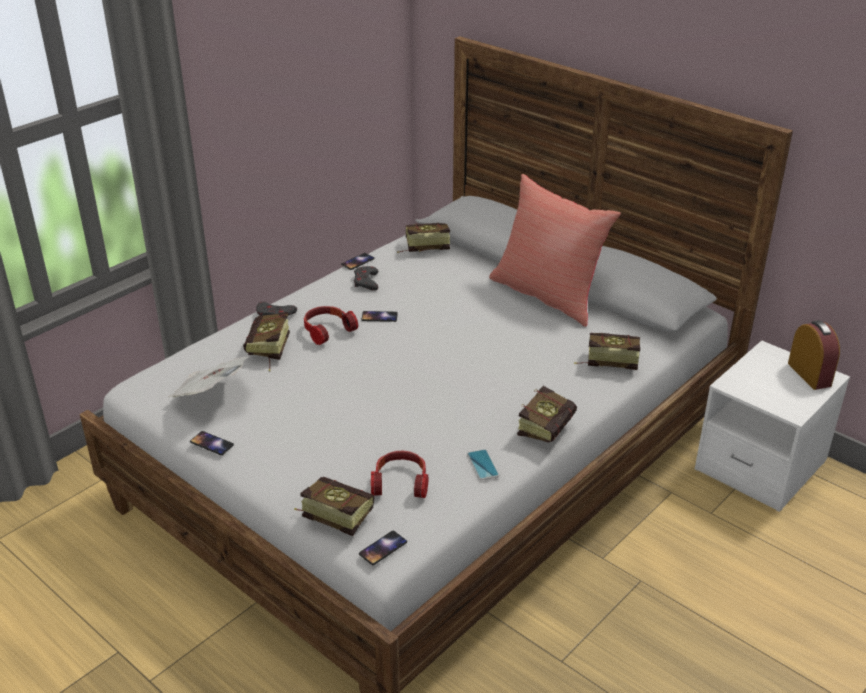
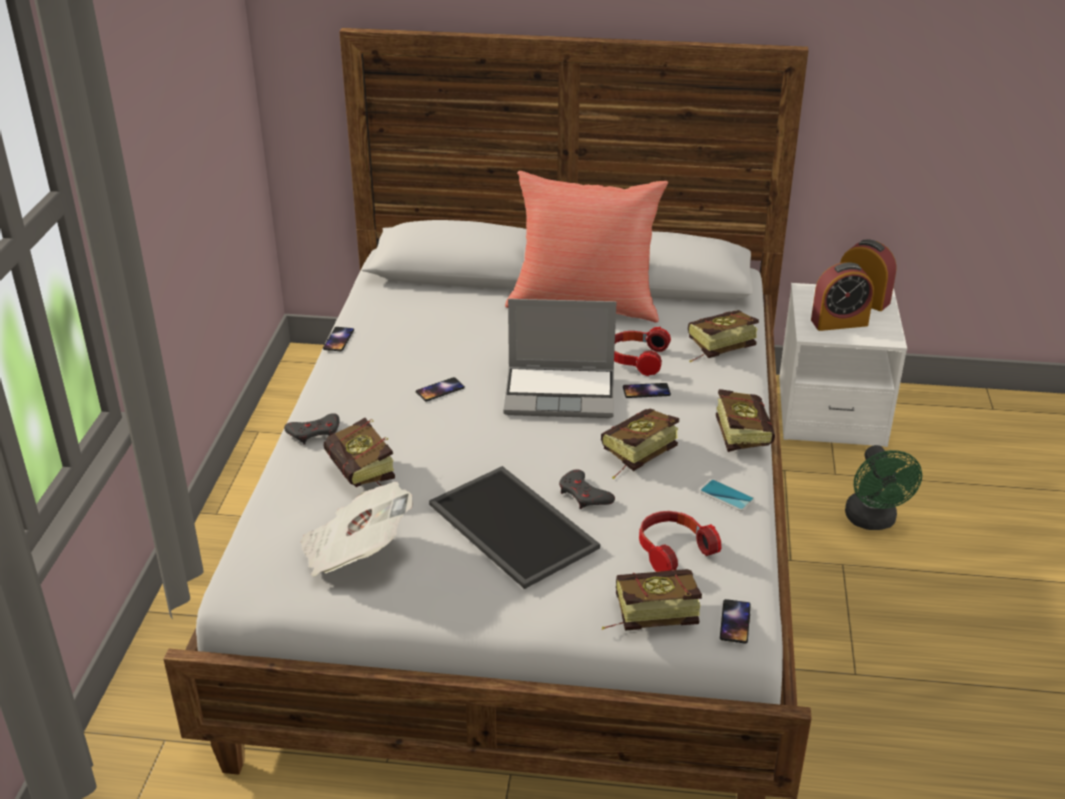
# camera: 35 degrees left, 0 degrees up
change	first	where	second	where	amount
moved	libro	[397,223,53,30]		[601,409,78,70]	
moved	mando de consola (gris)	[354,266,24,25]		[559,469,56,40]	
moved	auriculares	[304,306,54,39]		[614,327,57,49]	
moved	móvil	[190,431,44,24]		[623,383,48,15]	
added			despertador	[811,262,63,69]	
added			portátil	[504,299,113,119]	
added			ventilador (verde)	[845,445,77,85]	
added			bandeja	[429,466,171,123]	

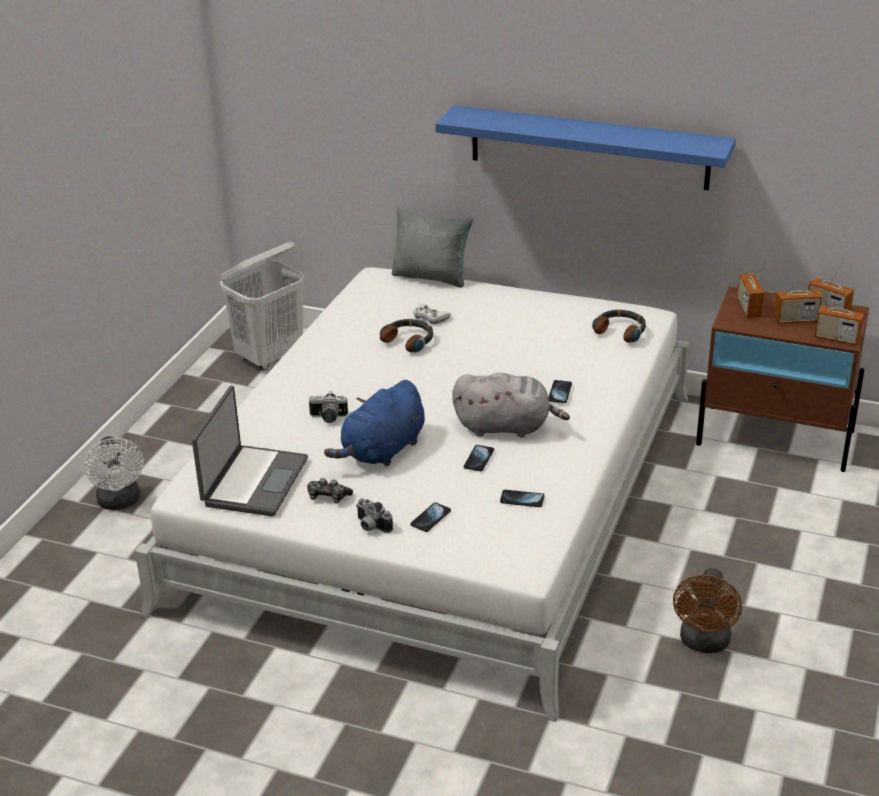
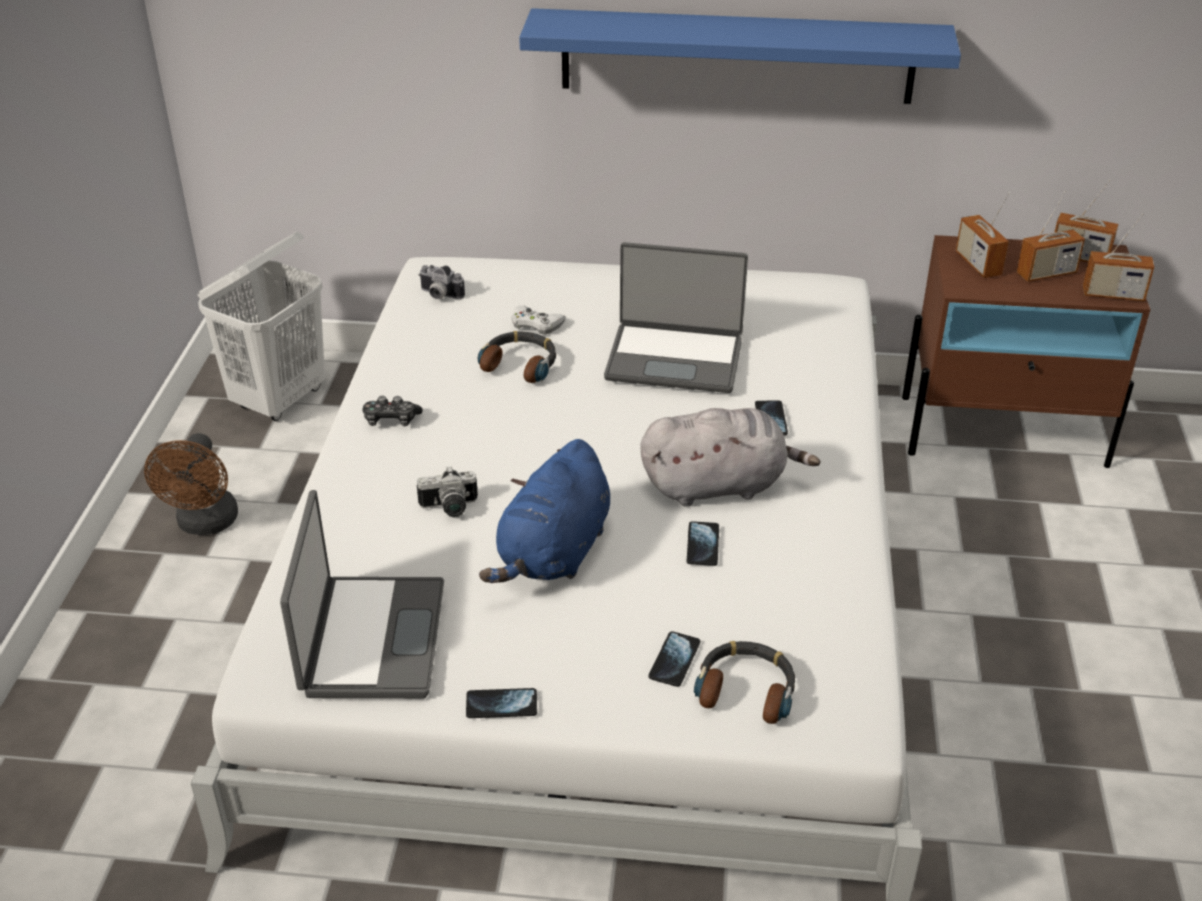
# camera: 15 degrees left, 5 degrees up
change	first	where	second	where	amount
removed	cojín (gris)	[392,208,81,80]			
moved	auriculares	[592,309,54,34]		[694,641,101,83]	
removed	ventilador (blanco)	[84,436,60,74]			
moved	mando de consola	[307,478,46,25]		[362,396,61,30]	
moved	móvil	[500,490,45,17]		[466,688,71,30]	
moved	cámara	[356,498,37,35]		[418,265,47,34]	
moved	ventilador (marrón)	[673,568,69,85]		[144,433,94,102]	
added			portátil	[604,242,144,151]	

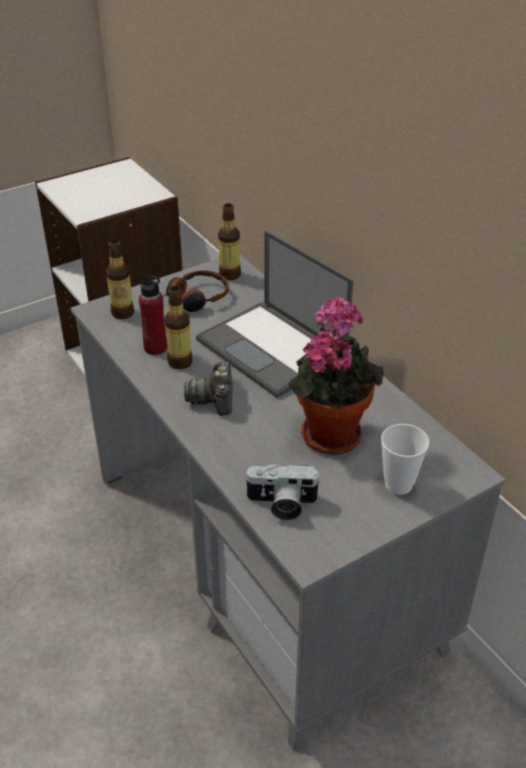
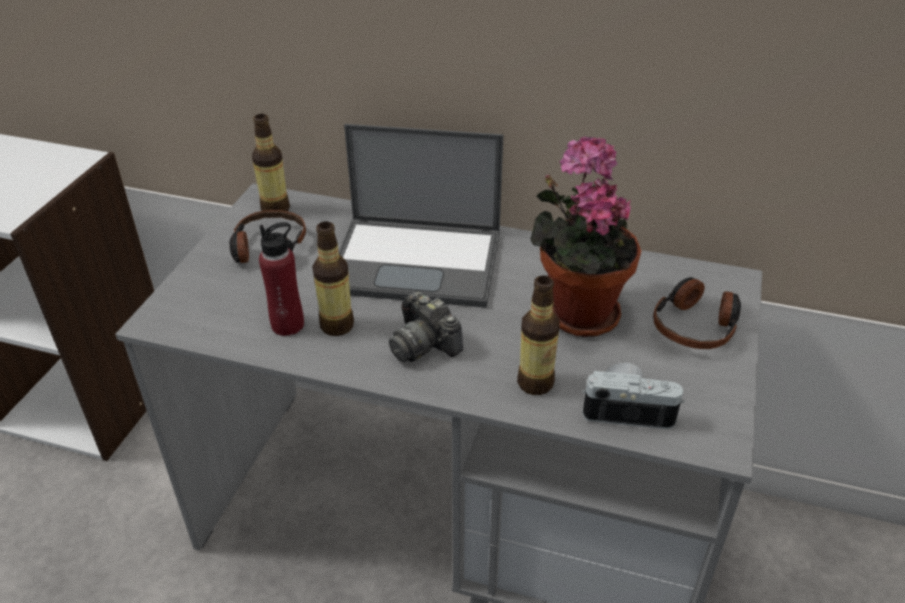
# camera: 40 degrees left, 0 degrees up
change	first	where	second	where	amount
moved	botella	[106,239,28,80]		[517,276,43,119]	
replaced	taza	[381,424,48,71]	auriculares	[653,277,88,72]	
turned	cámara	[244,464,77,56]		[582,363,103,66]	135 degrees counterclockwise

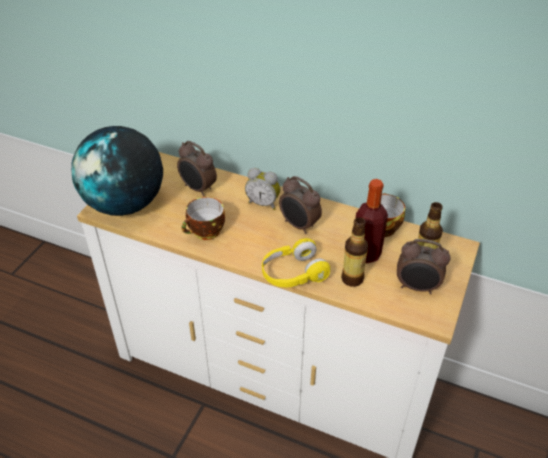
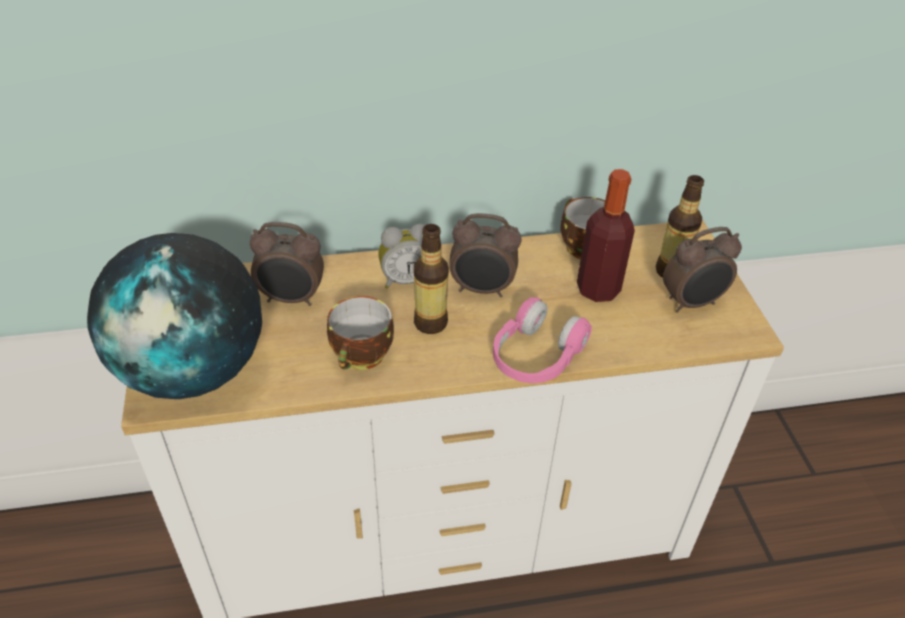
# camera: 35 degrees left, 0 degrees up
change	first	where	second	where	amount
moved	botella	[341,217,27,70]		[414,224,35,110]	
recoloured	auriculares (amarillo)	[262,238,68,50]	auriculares (rosa)	[493,297,99,86]	

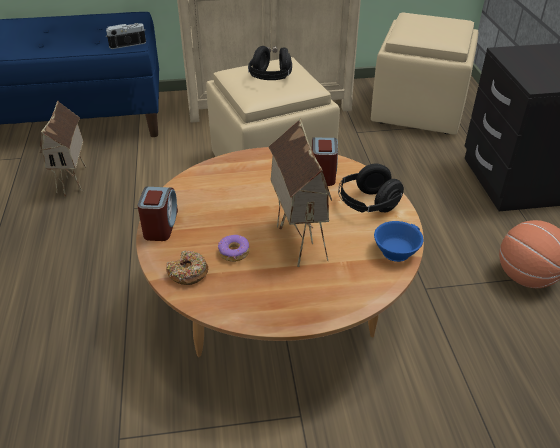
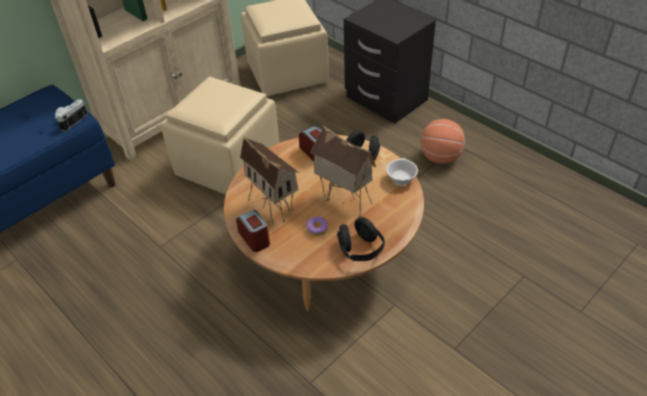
# camera: 35 degrees left, 5 degrees up
change	first	where	second	where	amount
moved	auriculares (negro)	[248,46,44,34]		[337,217,48,44]	
moved	casita	[40,100,47,97]		[240,136,60,88]	
recoloured	taza (azul)	[374,221,49,41]	taza (blanco)	[386,158,32,28]	
removed	rosquilla	[166,250,42,35]			

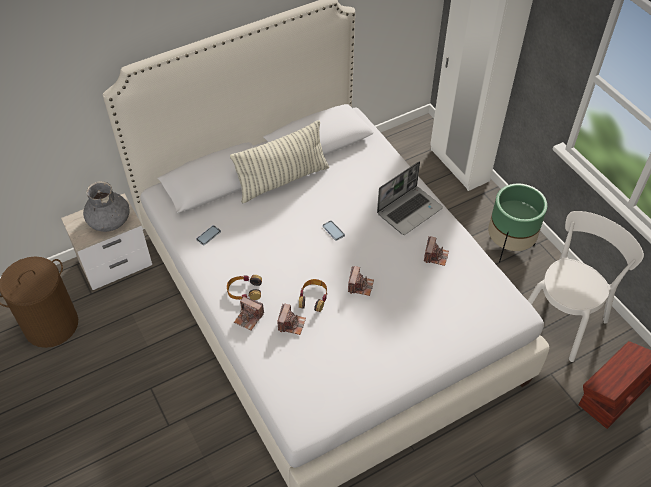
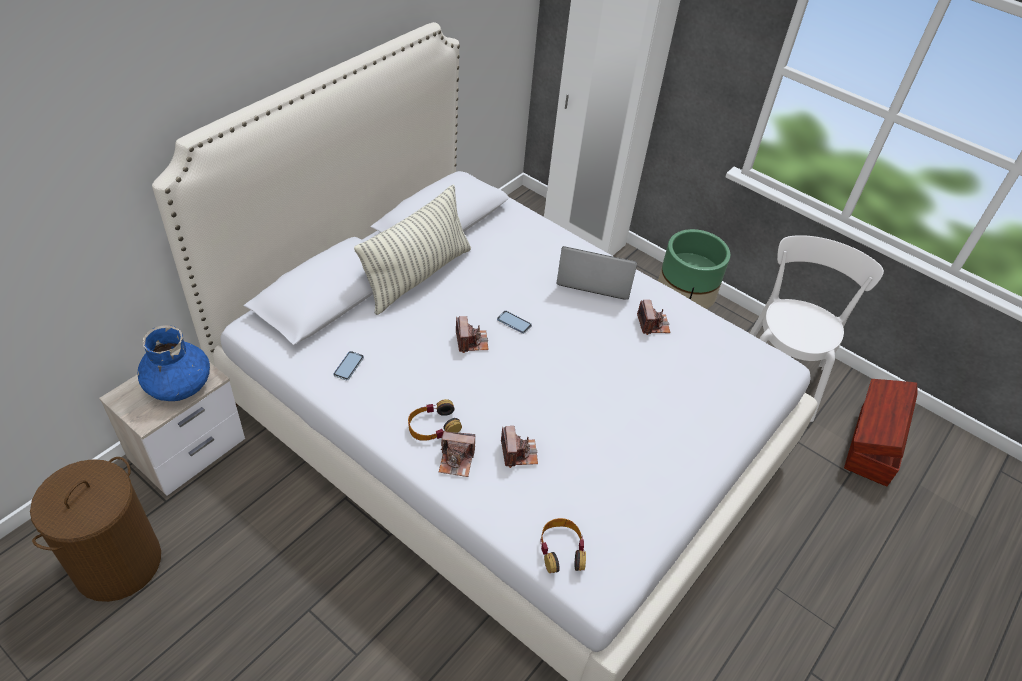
# camera: 25 degrees left, 5 degrees down
change	first	where	second	where	amount
turned	portátil	[377,161,66,74]		[556,246,81,54]	105 degrees counterclockwise
recoloured	florero (gris)	[83,181,47,51]	florero (azul)	[137,325,73,76]	
moved	cámara	[348,266,26,30]		[456,316,33,37]	
moved	auriculares	[299,279,29,33]		[540,518,46,55]	

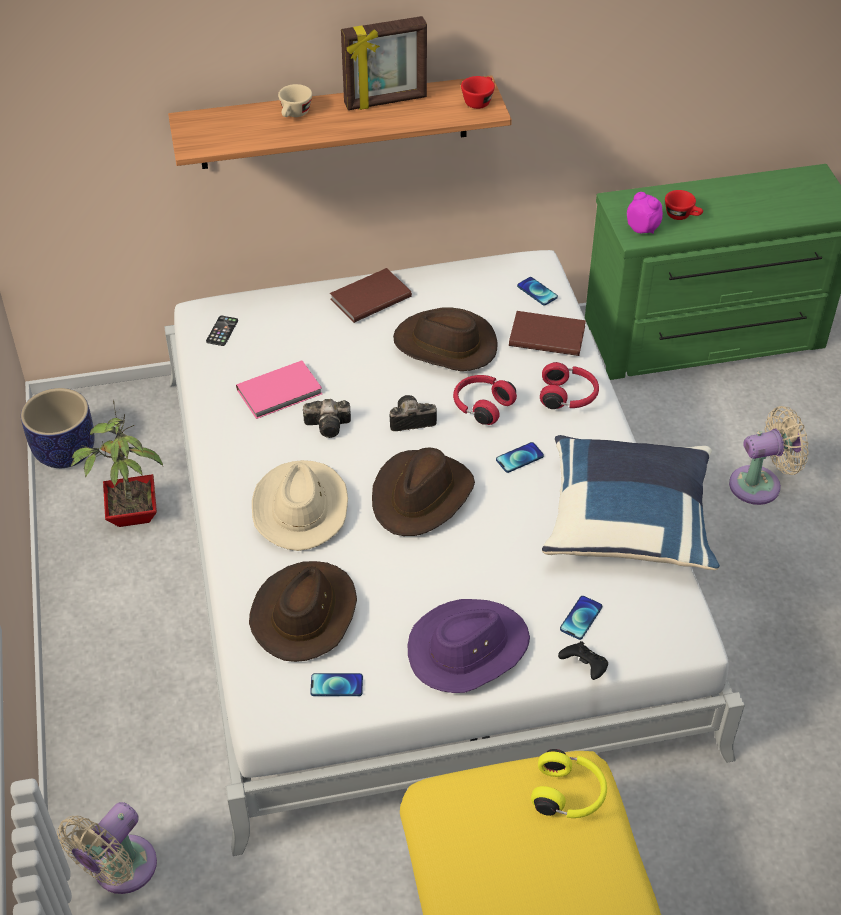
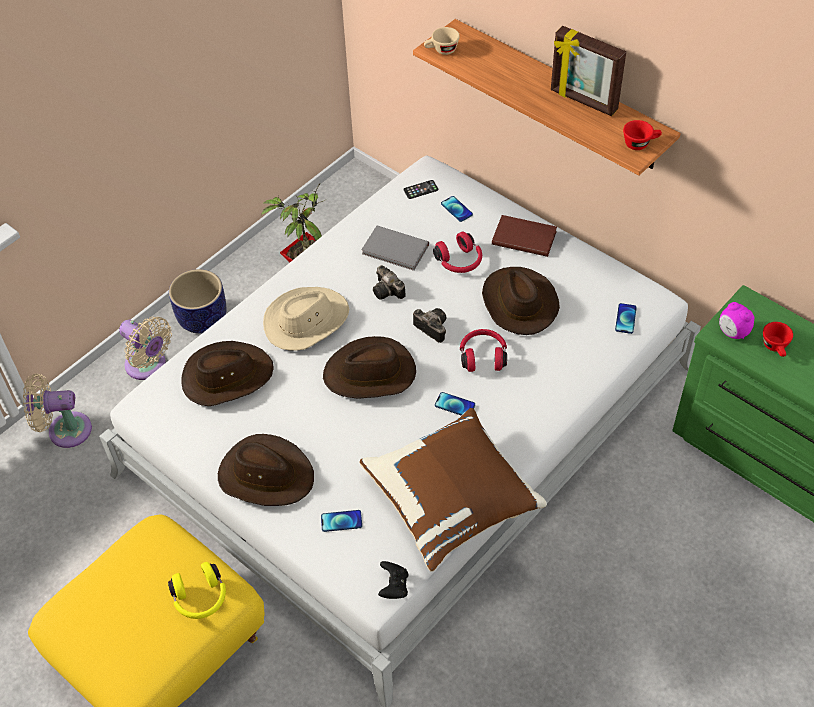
# camera: 55 degrees right, 5 degrees up
change	first	where	second	where	amount
moved	taza (beis)	[278,84,34,33]		[424,27,36,28]	
turned	despertador	[627,192,36,42]		[719,302,35,37]	135 degrees clockwise
removed	libro (marrón)	[509,311,77,45]			
recoloured	libro (rosa)	[236,360,86,59]	libro (gris)	[361,226,68,45]	
moved	auriculares (rojo)	[540,362,59,47]		[433,232,49,41]	
moved	maceta	[21,388,74,80]		[169,269,58,65]	
moved	ventilador (beis)	[729,406,80,99]		[119,317,53,63]	
recoloured	cojín (azul)	[542,435,178,135]	cojín (marrón)	[360,408,187,164]	
recoloured	sombrero (morado)	[408,599,122,94]	sombrero (marrón)	[218,434,96,72]	
moved	mando de consola (negro)	[558,641,50,39]		[378,561,30,38]	
moved	móvil	[310,673,53,23]		[441,196,32,26]	

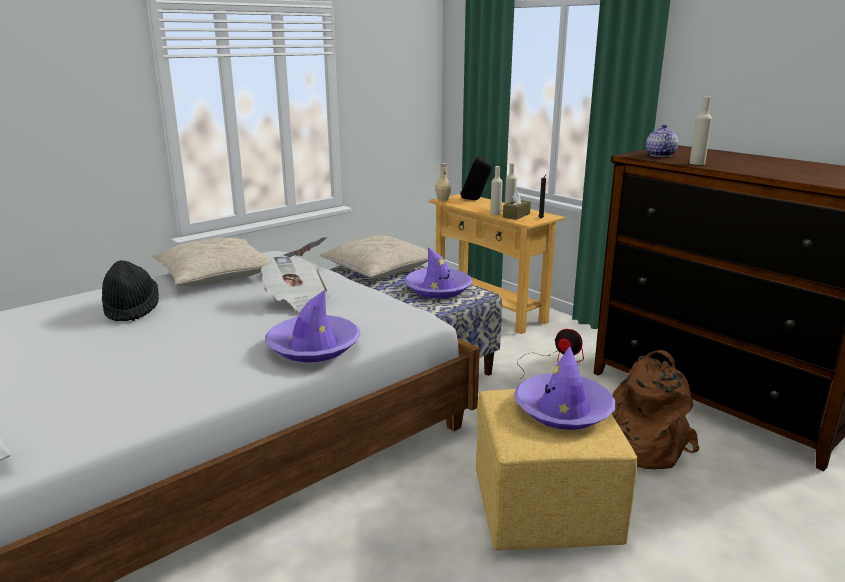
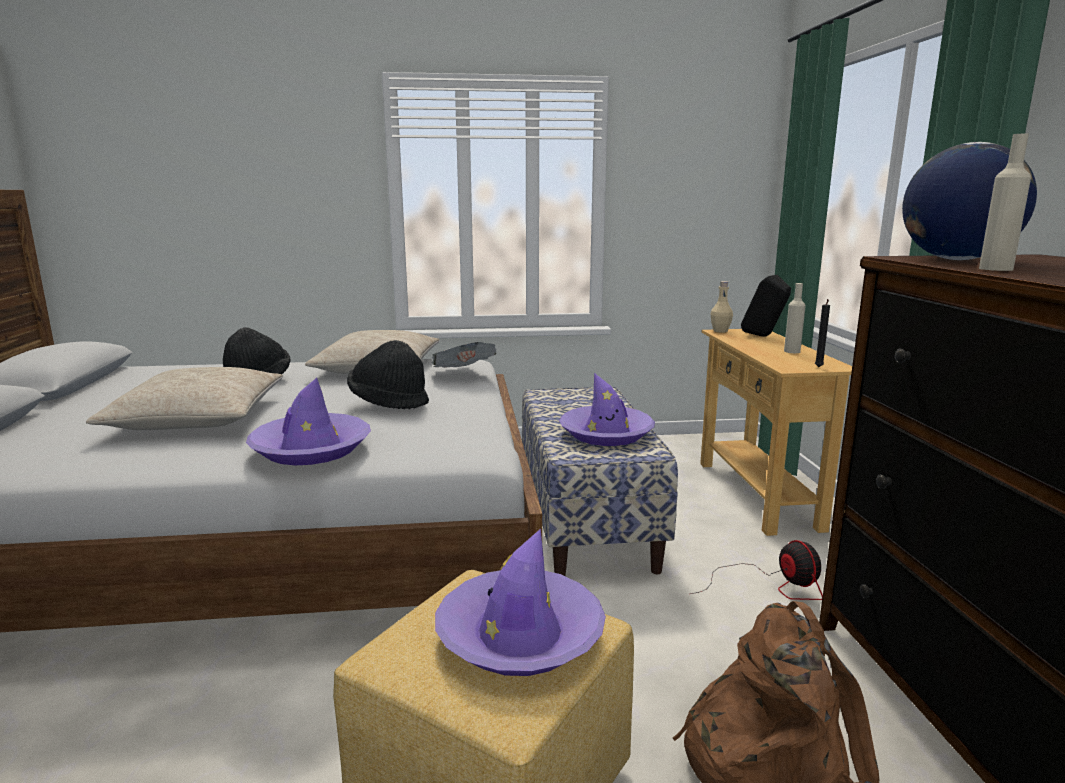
# camera: 35 degrees right, 5 degrees down
change	first	where	second	where	amount
replaced	tetera	[646,125,33,32]	globo terráqueo	[902,142,135,118]	
removed	botella (beis)	[490,166,13,49]			
removed	caja de pañuelos (marrón)	[503,191,28,29]			
moved	cojín (beis)	[320,235,108,43]		[86,367,197,63]	
replaced	periódico	[261,255,69,57]	sombrero (negro)	[347,340,82,69]	

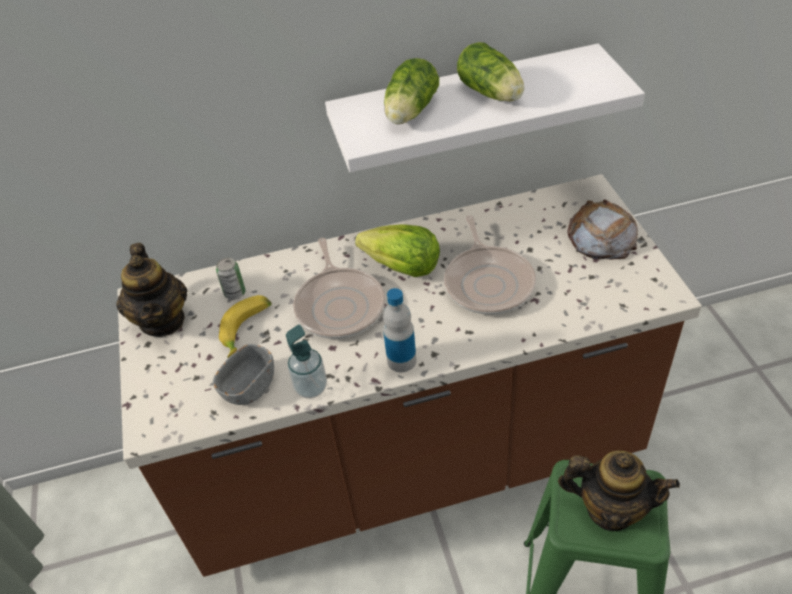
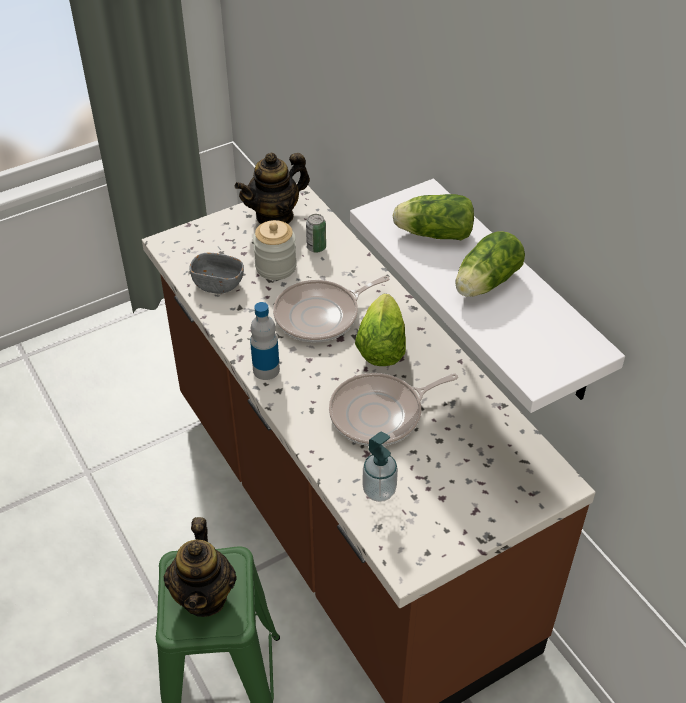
# camera: 70 degrees right, 0 degrees up
change	first	where	second	where	amount
removed	pan	[568,200,70,59]			
replaced	plátano	[219,295,53,63]	tarro	[253,220,44,60]	
moved	dispensador de jabón	[286,325,41,74]		[362,432,36,70]	

